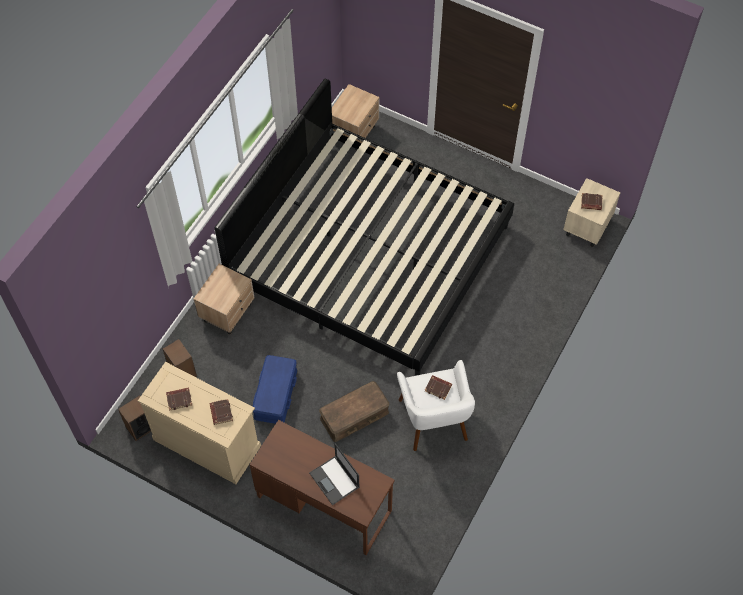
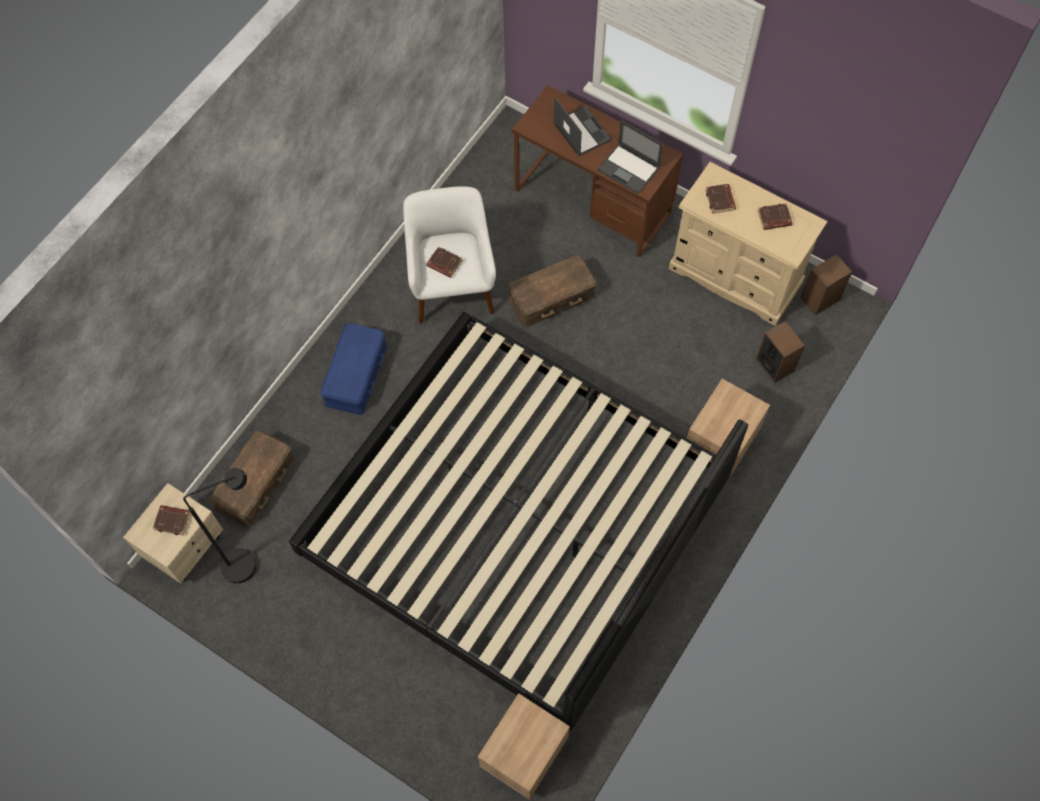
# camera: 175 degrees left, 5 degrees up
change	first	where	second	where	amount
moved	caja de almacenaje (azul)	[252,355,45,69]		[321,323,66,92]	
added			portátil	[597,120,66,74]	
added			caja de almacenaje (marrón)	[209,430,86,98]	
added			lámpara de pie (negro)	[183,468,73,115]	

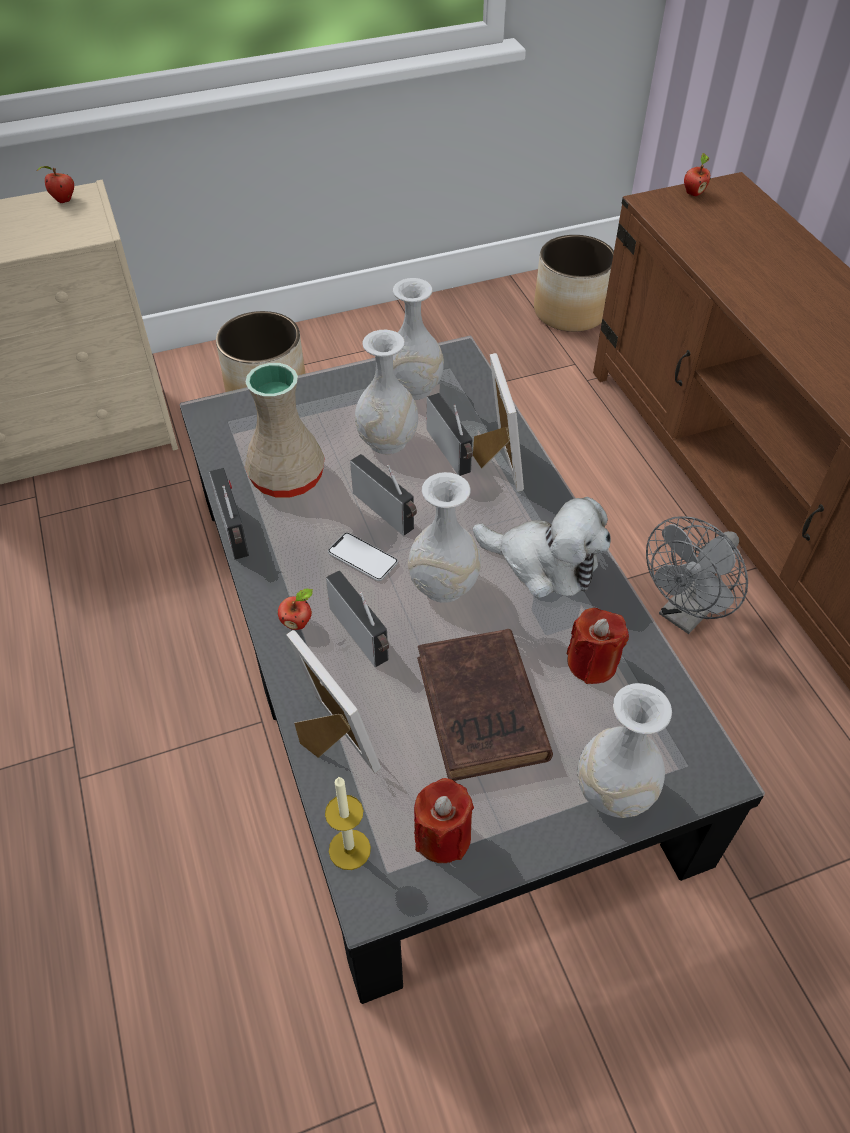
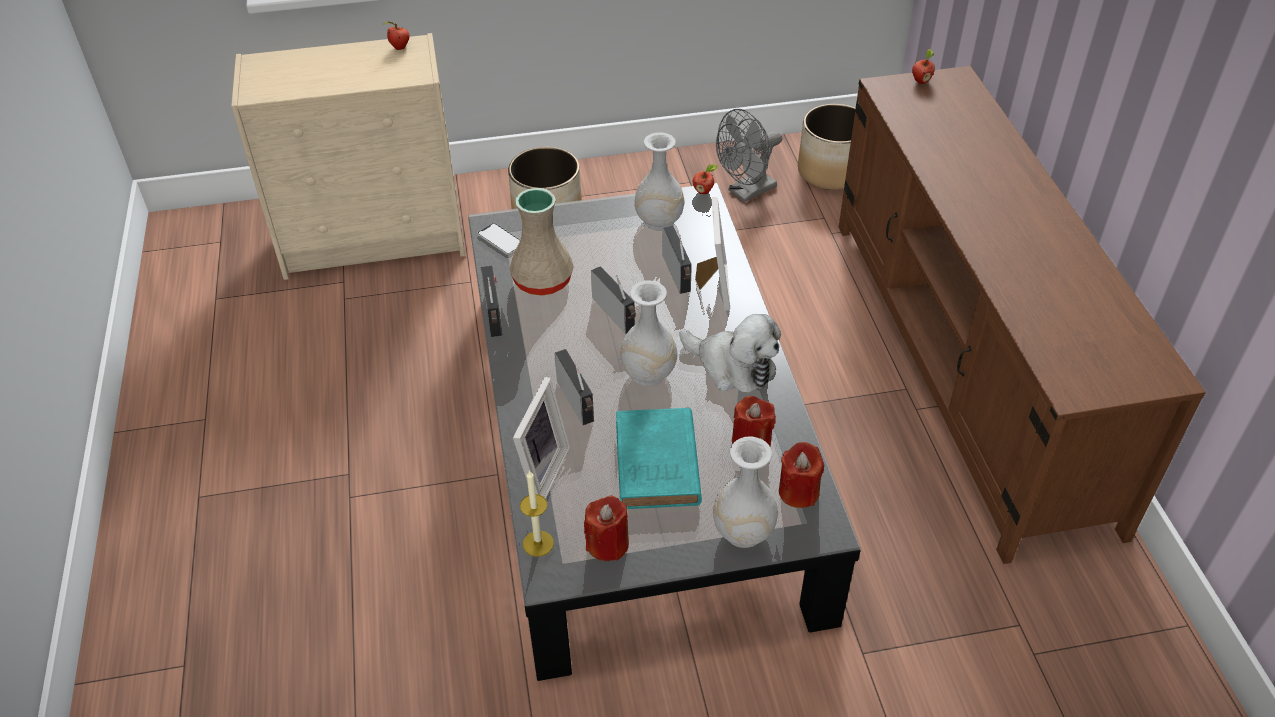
# camera: 10 degrees right, 5 degrees down
change	first	where	second	where	amount
removed	florero (blanco)	[355,330,63,124]			
moved	ventilador (gris)	[646,516,102,118]		[716,109,66,93]	
moved	móvil	[328,533,70,48]		[477,223,43,32]	
moved	manzana	[278,589,35,41]		[693,164,24,30]	
recoloured	libro (marrón)	[417,629,136,152]	libro (turquesa)	[616,408,86,101]	
turned	portarretratos	[286,630,95,143]		[513,377,57,122]	45 degrees clockwise
added			vela (rojo)	[779,442,45,66]	

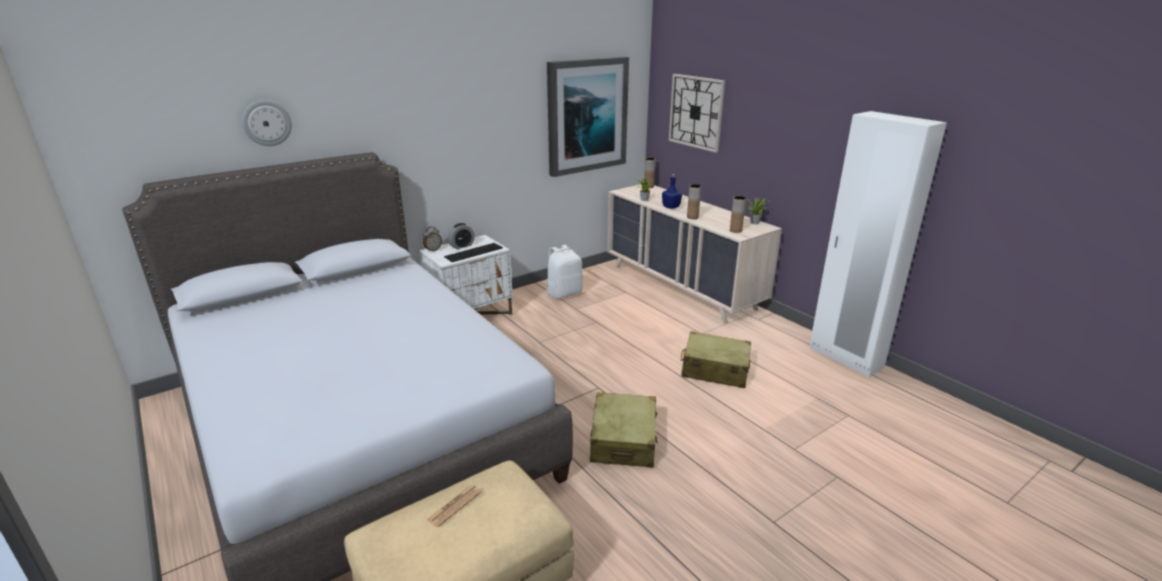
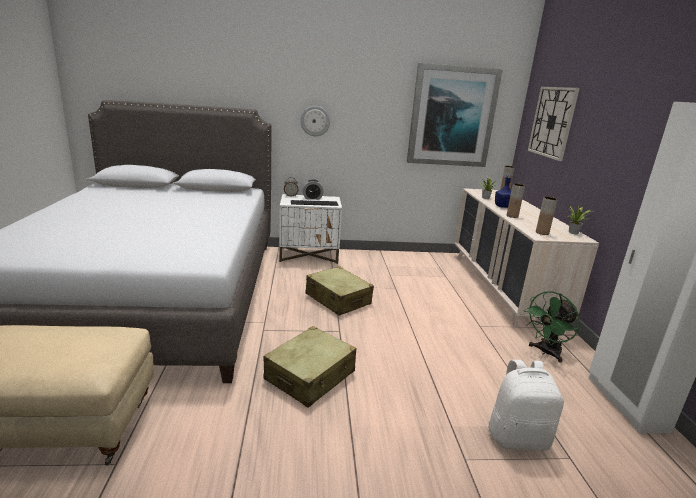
# camera: 30 degrees right, 5 degrees down
change	first	where	second	where	amount
moved	reloj de pared	[242,100,50,46]		[300,106,30,30]	
moved	mochila (blanco)	[547,245,36,54]		[488,360,76,91]	
moved	maleta (beis)	[681,331,70,57]		[305,266,69,50]	
removed	periódico	[427,485,54,42]			
added			ventilador (verde)	[524,291,56,72]	

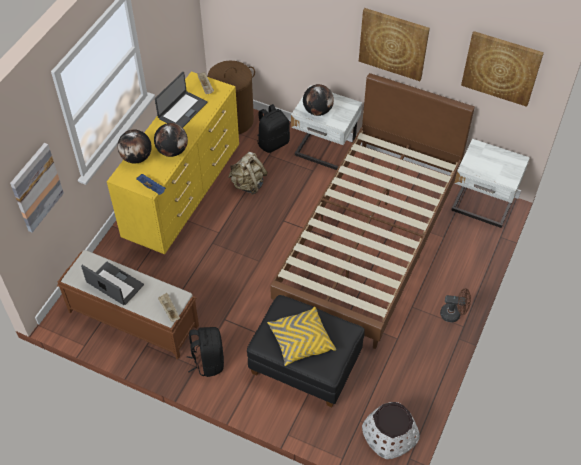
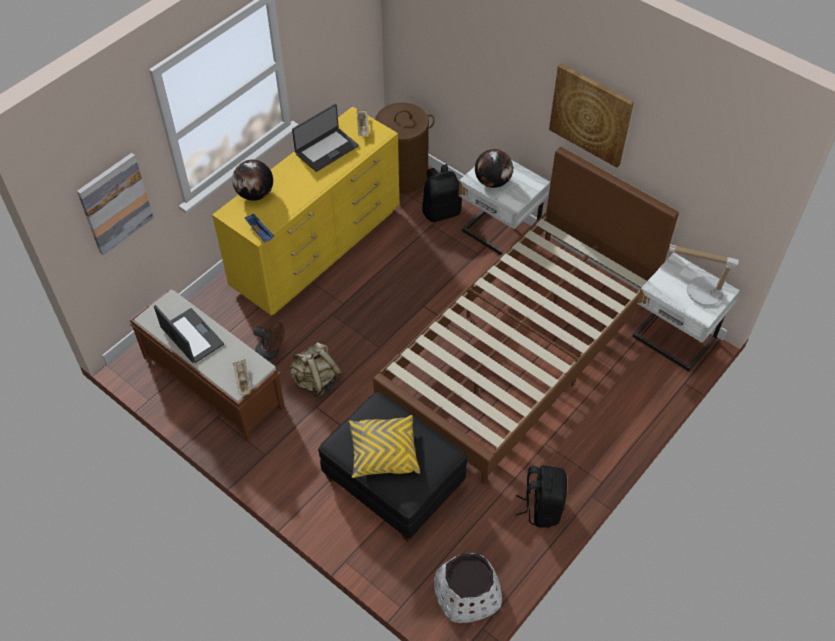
# camera: 15 degrees right, 0 degrees up
change	first	where	second	where	amount
removed	cuadro	[461,31,83,76]			
removed	globo terráqueo	[154,123,34,34]			
moved	mochila (beis)	[228,152,40,43]		[289,342,54,55]	
moved	ventilador (marrón)	[440,288,31,34]		[254,322,31,39]	
moved	mochila (negro)	[187,327,37,50]		[515,465,52,63]	
added			lámpara de mesa	[669,244,70,62]	

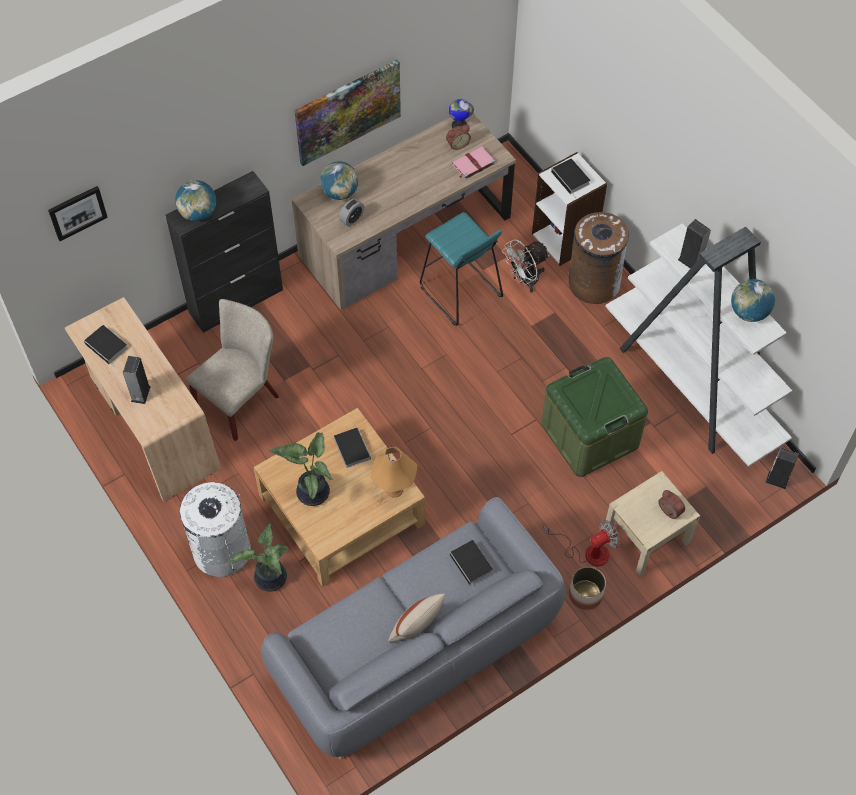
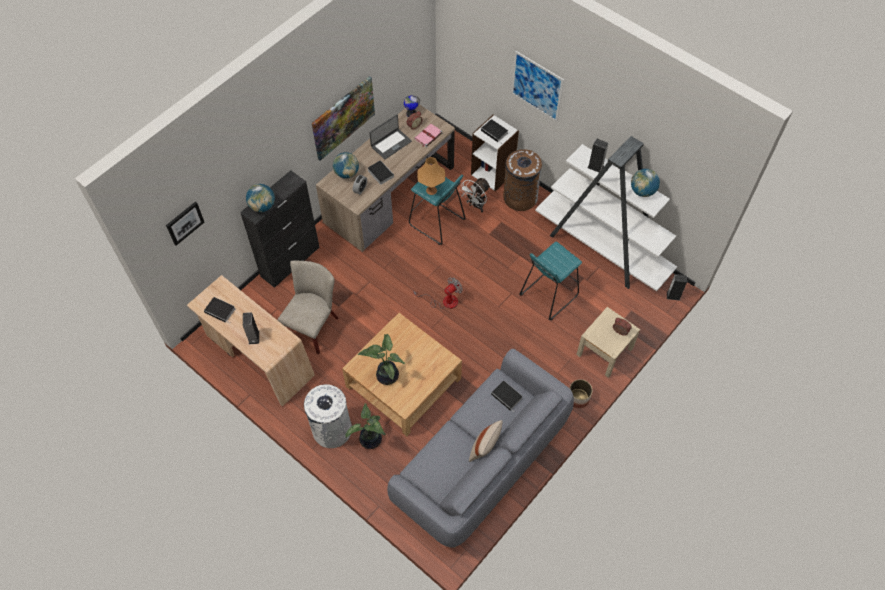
# camera: 15 degrees left, 0 degrees up
change	first	where	second	where	amount
replaced	caja de almacenaje (verde)	[541,357,107,120]	taburete (turquesa)	[519,242,63,78]	
moved	libro	[334,427,37,41]		[368,160,26,25]	
moved	lámpara de mesa (naranja)	[370,447,47,51]		[417,157,28,38]	
moved	ventilador	[543,520,77,46]		[413,277,50,32]	
added			cuadro	[511,51,53,71]	
added			portátil	[369,115,43,44]	

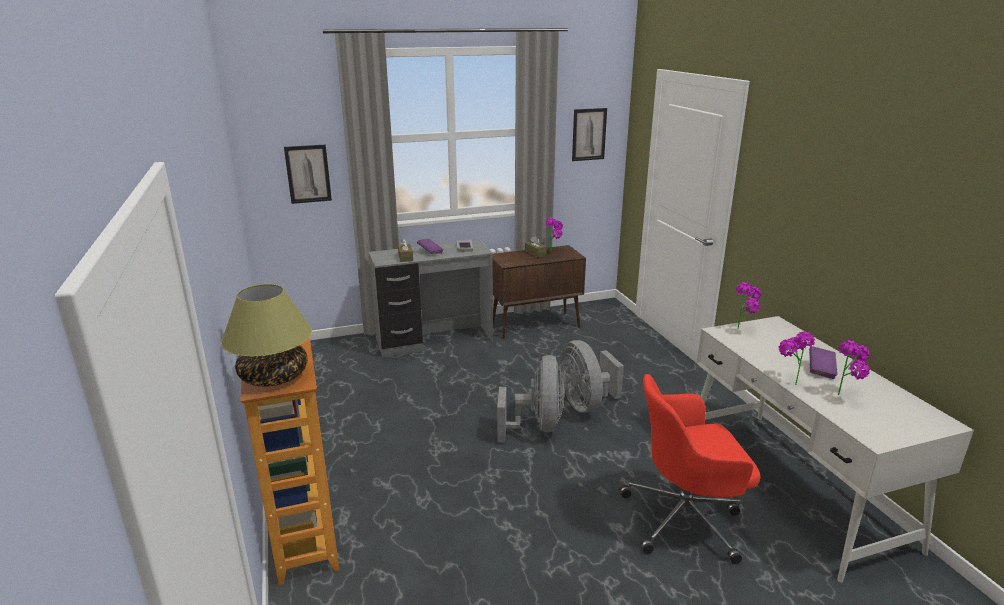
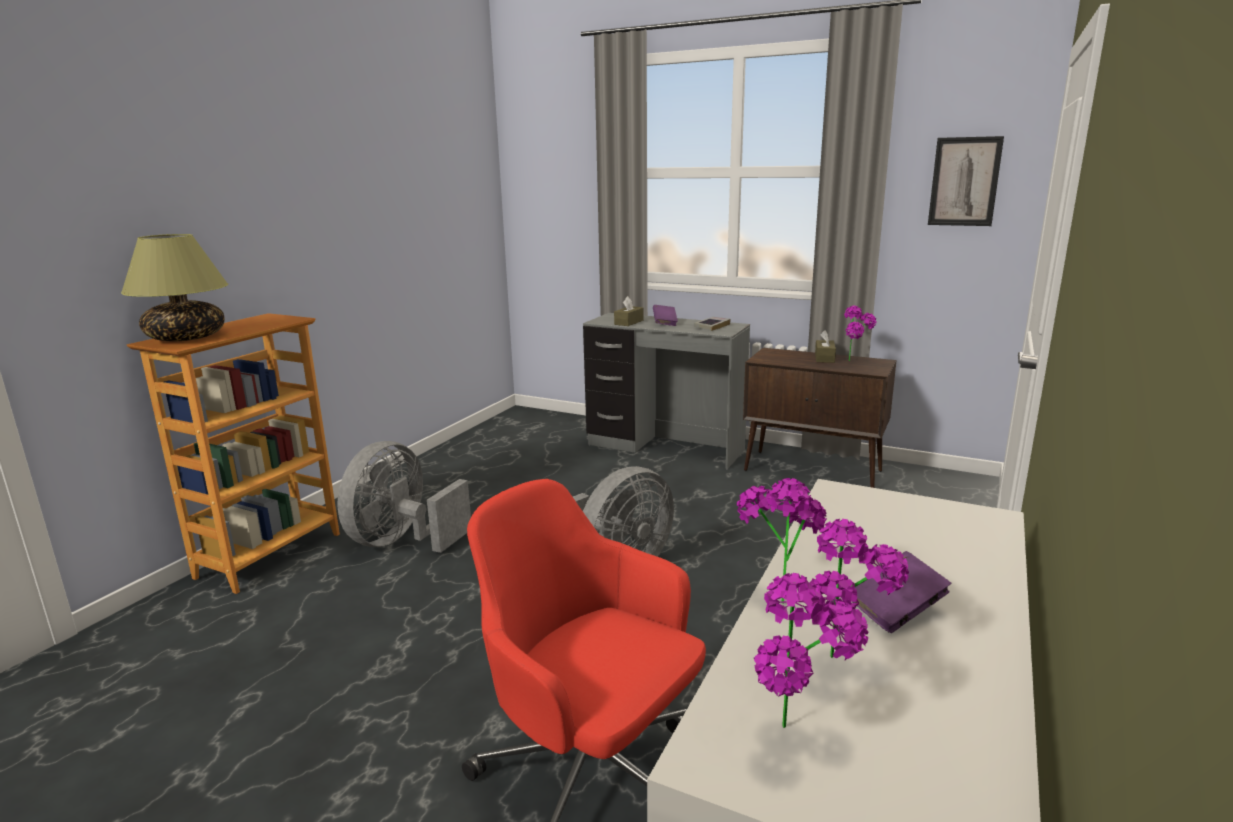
# camera: 45 degrees right, 5 degrees down
change	first	where	second	where	amount
removed	cuadro	[284,145,48,59]			
moved	planta en maceta	[736,282,25,47]		[754,573,115,155]	
moved	ventilador (gris)	[560,340,64,73]		[337,441,134,112]	

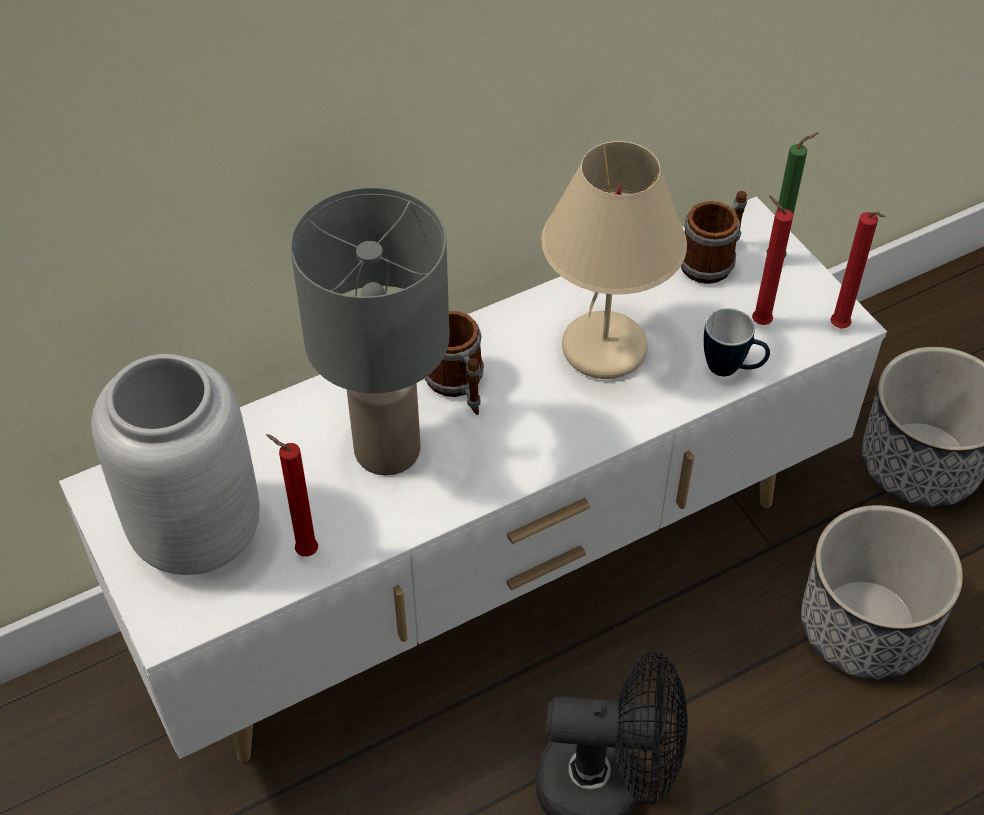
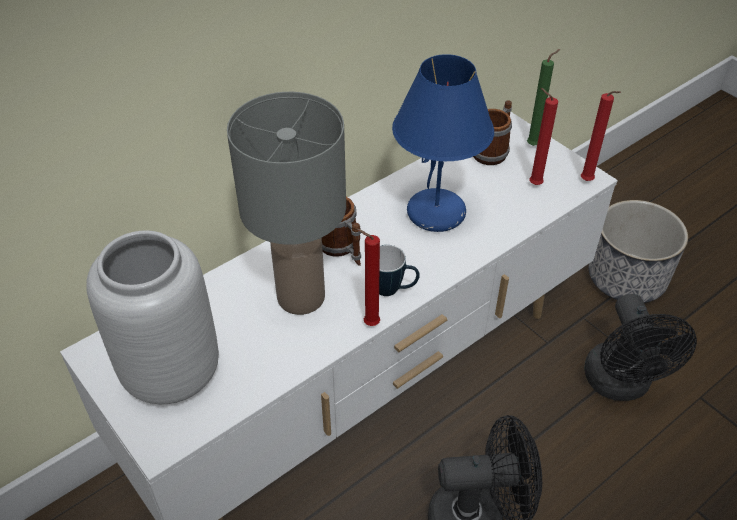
# camera: 10 degrees left, 5 degrees down
change	first	where	second	where	amount
recoloured	lámpara de mesa (beis)	[541,141,146,238]	lámpara de mesa (azul)	[392,54,102,178]	
moved	taza grande	[704,308,66,68]		[379,245,41,51]	
moved	vela (rojo)	[266,434,52,122]		[357,229,23,97]	
replaced	maceta	[801,505,162,175]	ventilador (negro)	[584,294,113,107]	

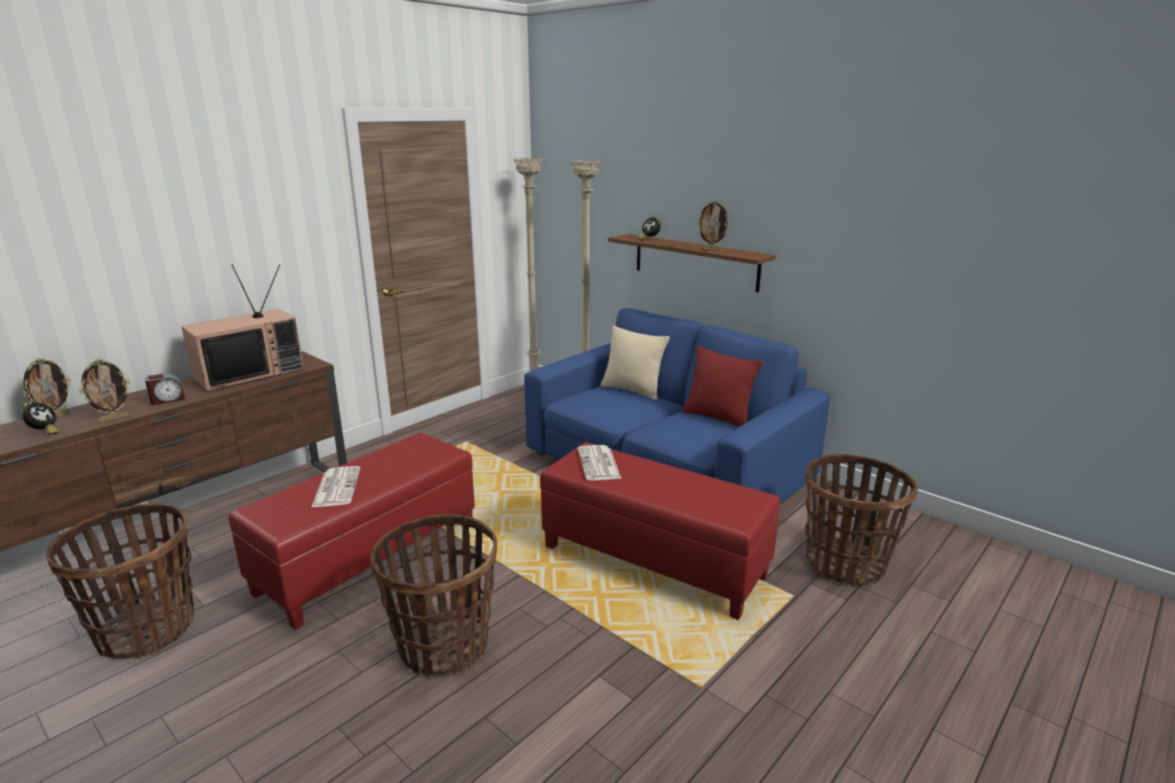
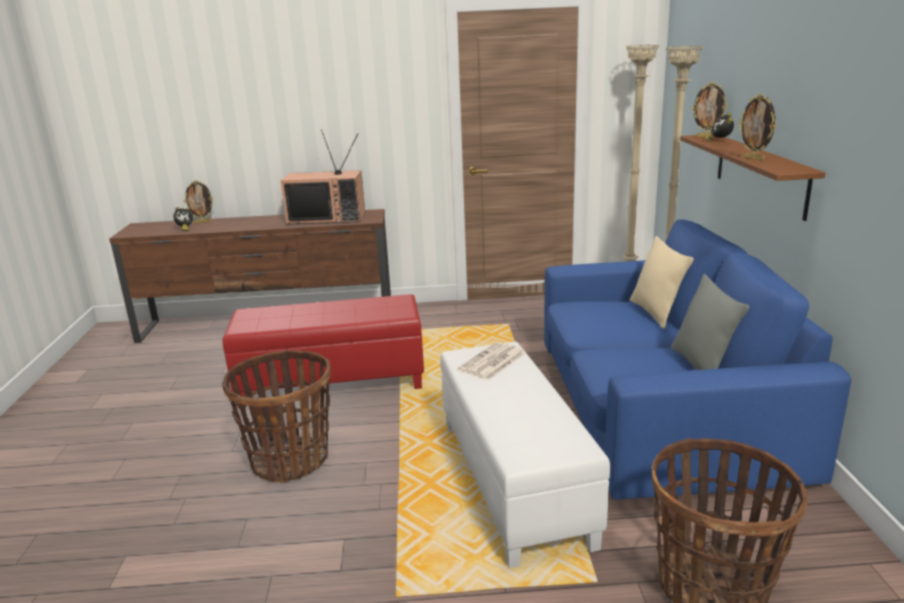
# camera: 45 degrees right, 0 degrees up
change	first	where	second	where	amount
recoloured	cojín (rojo)	[682,346,81,82]	cojín (gris)	[671,274,79,96]	
moved	portarretratos	[79,359,51,63]		[692,82,36,55]	
removed	despertador	[145,373,40,32]			
recoloured	puf (rojo)	[540,442,240,178]	puf (blanco)	[440,341,170,227]	
removed	periódico	[311,466,49,42]			
removed	cesta	[46,503,149,157]			

